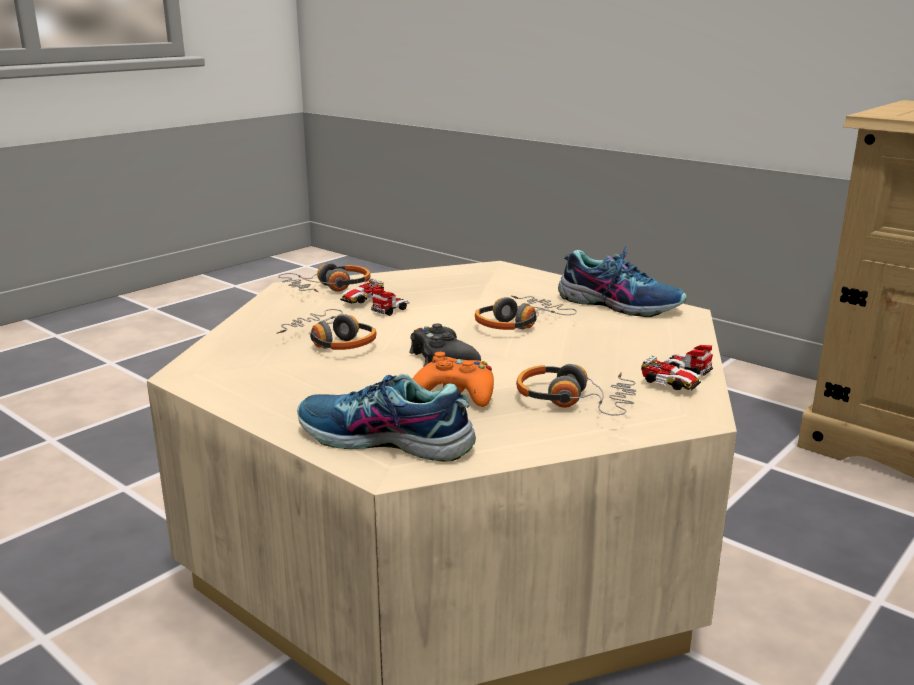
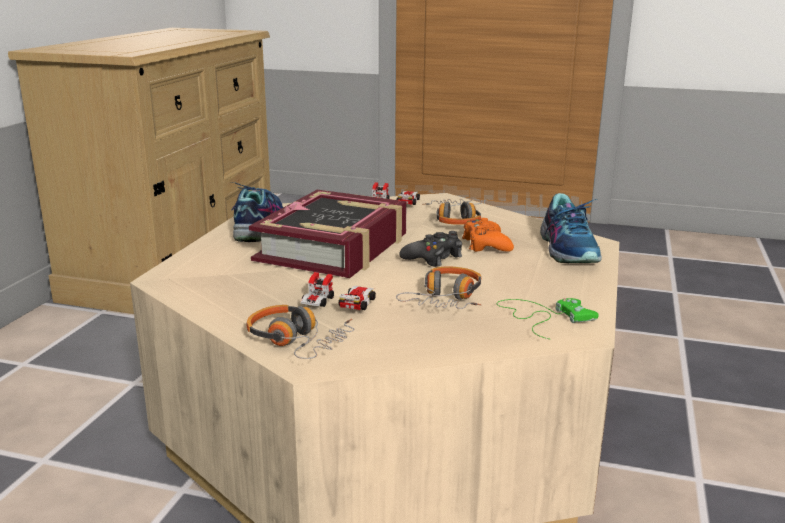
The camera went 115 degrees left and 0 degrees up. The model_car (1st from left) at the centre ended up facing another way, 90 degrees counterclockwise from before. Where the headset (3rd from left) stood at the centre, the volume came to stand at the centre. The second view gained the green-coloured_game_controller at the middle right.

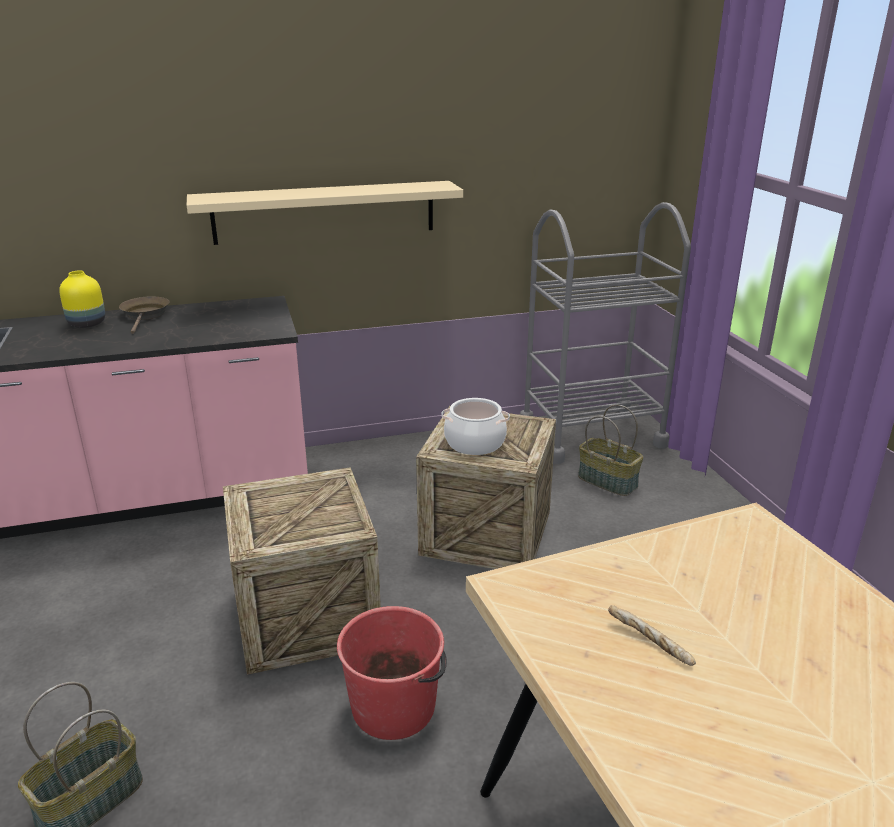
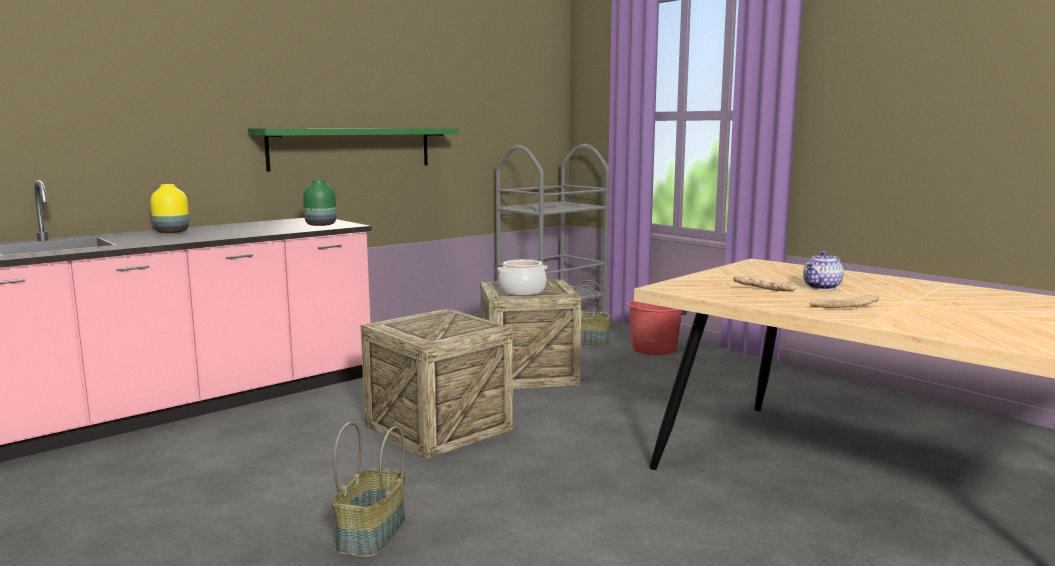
The camera went 25 degrees left and 15 degrees down. The second view lost the brownish_skillet at the middle left. What was the beige-coloured_wall_shelf at the top centre turned into the green-coloured_wall_shelf at the top centre. The reddish_pail ended up elsewhere, having gone from the bottom centre to the centre. The second view gained the green-coloured_vase at the middle left. The second view gained the teapot at the middle right. The second view gained the bread (2nd from left) at the middle right.

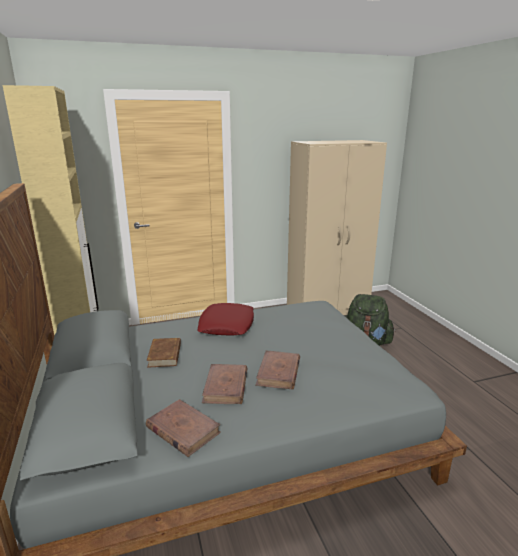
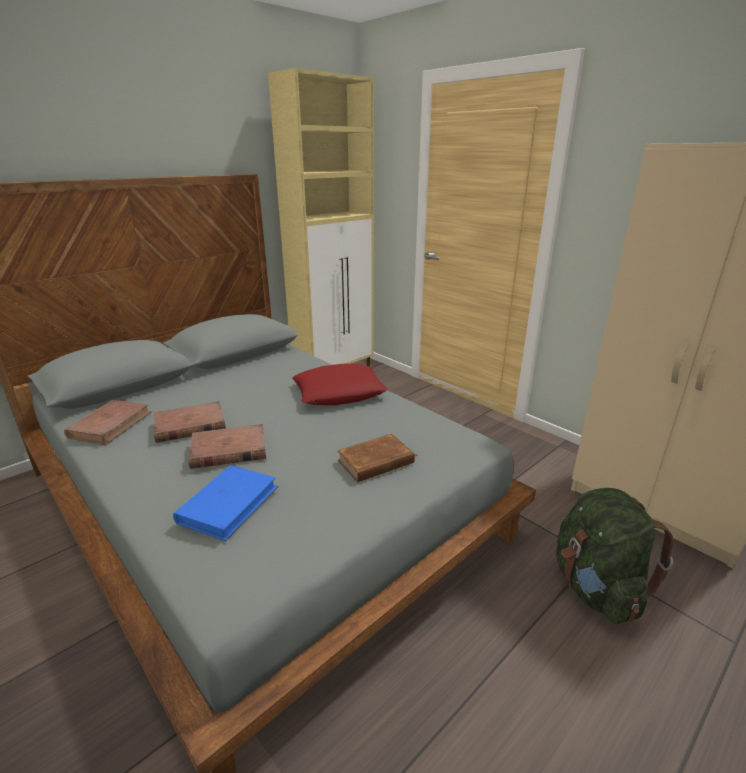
The camera went 65 degrees right and 5 degrees up. The brownish_volume (1st from left in the first image) ended up elsewhere, having gone from the middle left to the centre. The second view gained the blue-coloured_volume at the middle left.

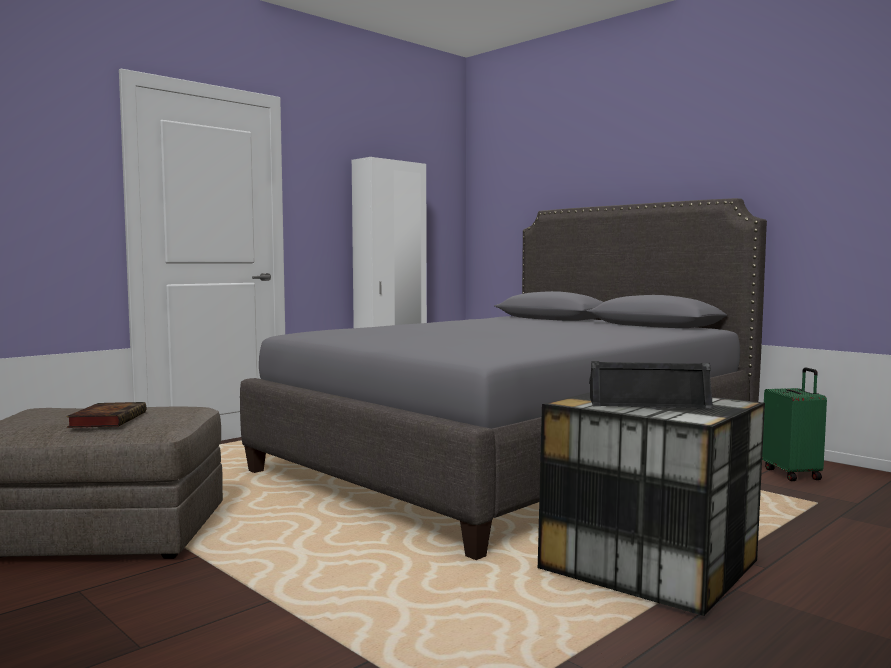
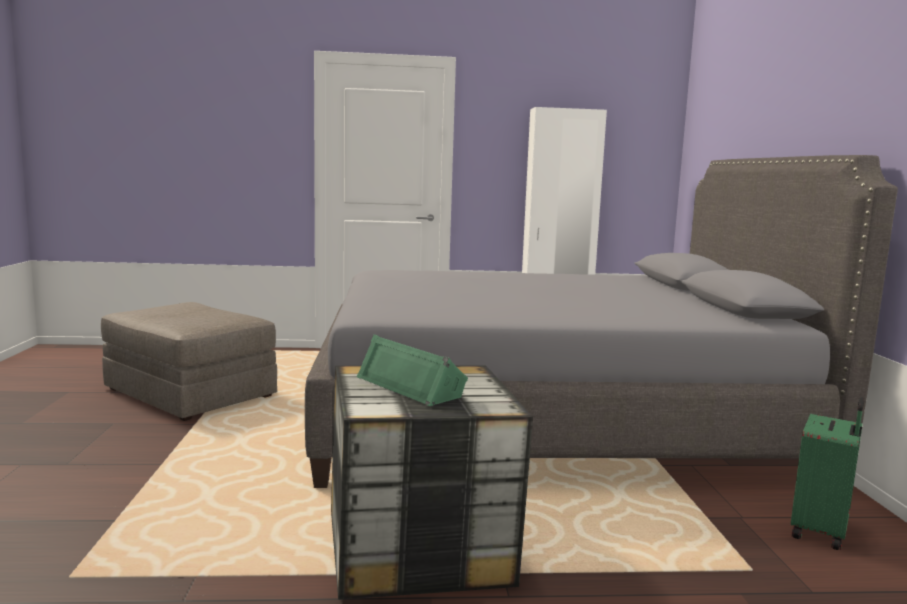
The camera went 40 degrees right and 5 degrees up. The second view lost the volume at the middle left. What was the black-coloured_speaker at the middle right turned into the green-coloured_speaker at the centre.

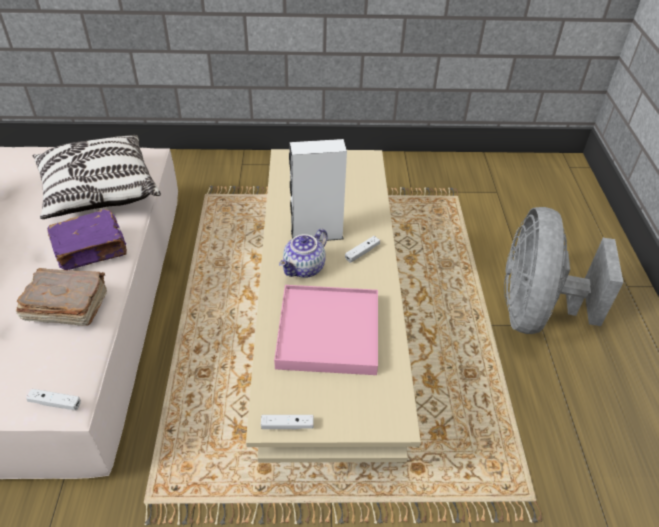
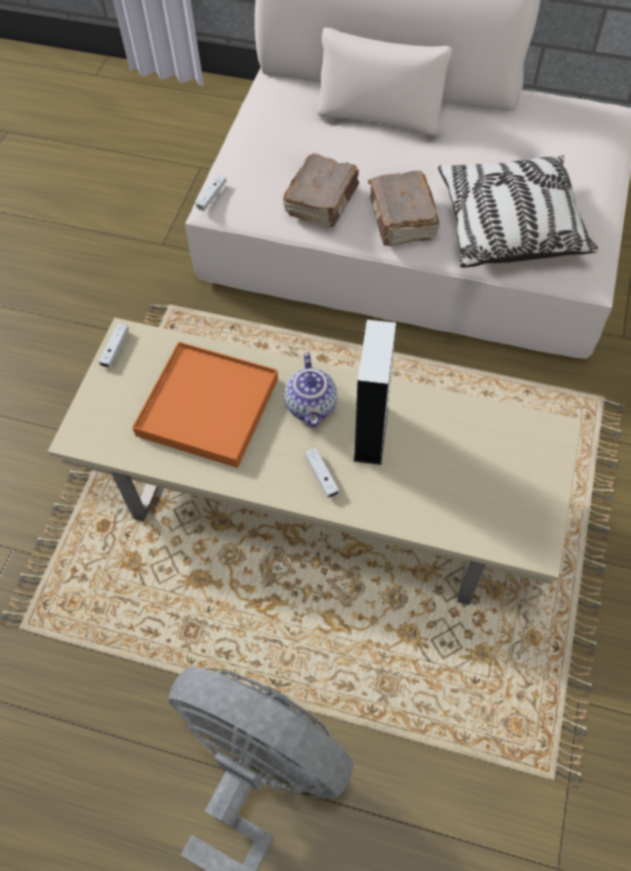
The camera went 110 degrees right and 15 degrees up. What was the purplish_volume at the middle left turned into the brownish_volume (2nd from left) at the top centre. What was the pinkish_tray at the centre turned into the orange_tray at the middle left. The teapot at the centre ended up facing another way, 150 degrees counterclockwise from before.

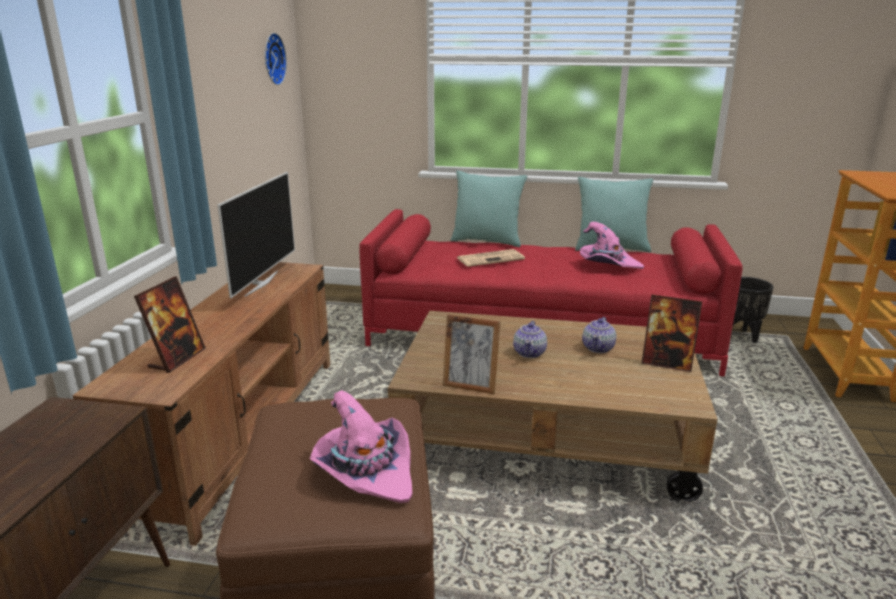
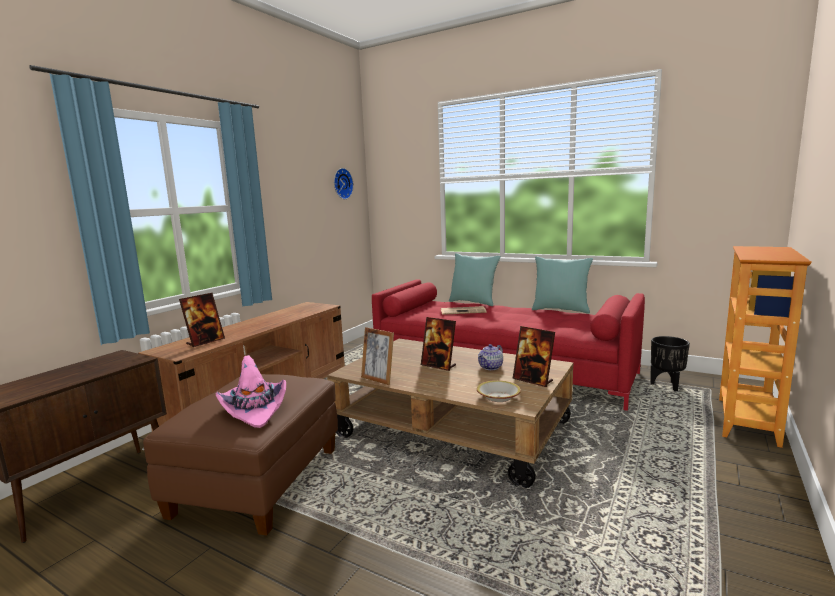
The camera went 20 degrees right and 10 degrees down. The second view lost the television at the middle left. Where the teapot (1st from left) stood at the centre, the standing_frame (3rd from left) came to stand at the centre. The second view lost the pinkish_clothing_hat (2nd from left) at the middle right. The second view gained the serving_bowl at the centre.

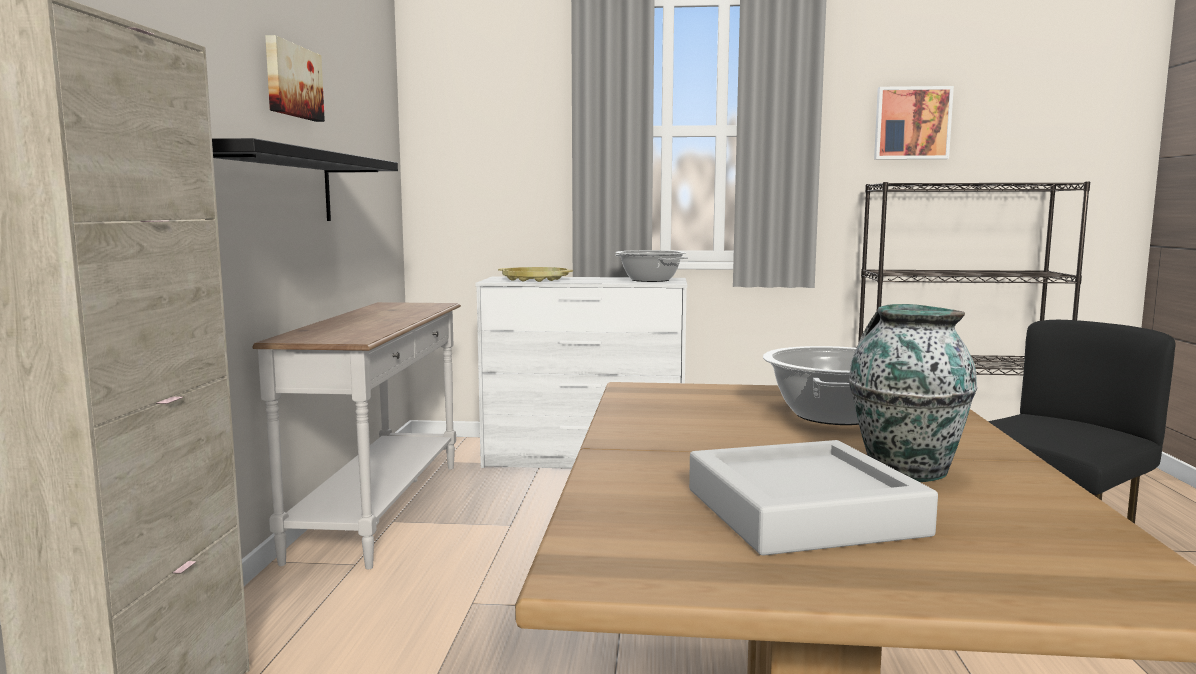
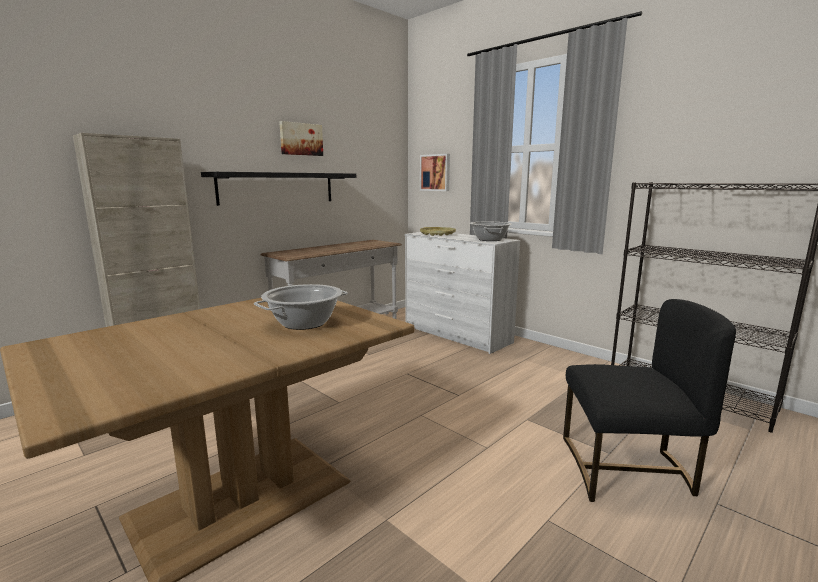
The camera went 40 degrees right and 5 degrees up. The second view lost the gray_tray at the bottom right. The second view lost the vase at the middle right. The wall_art (2nd from left) ended up elsewhere, having gone from the top right to the top centre.

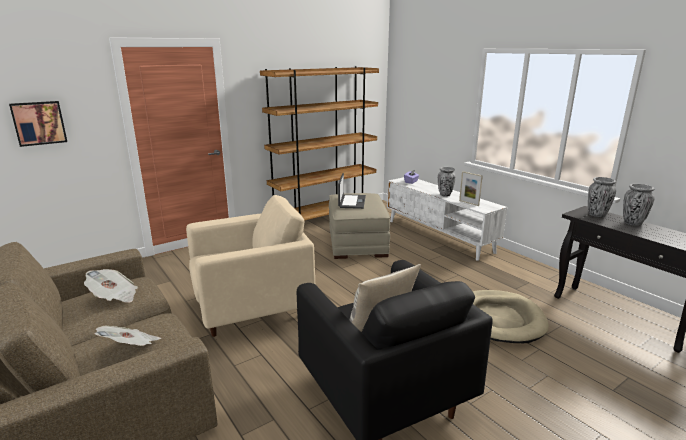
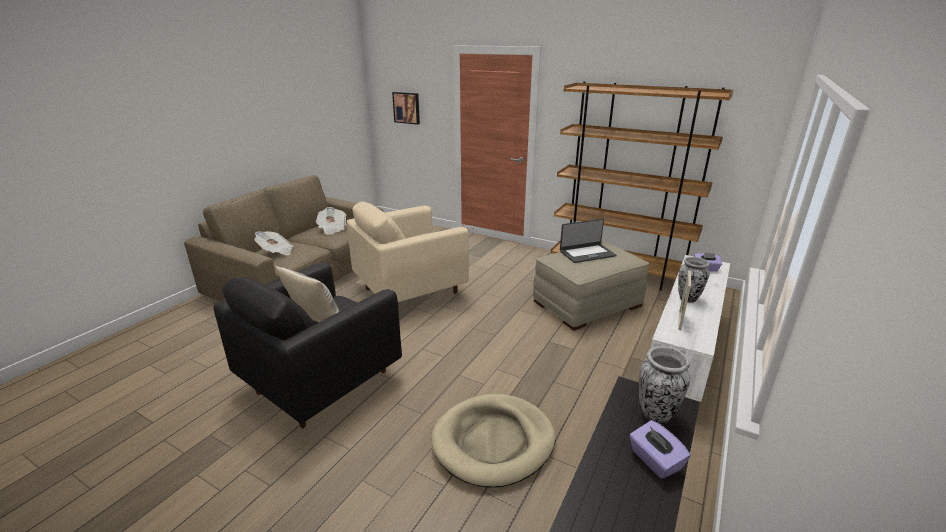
The camera went 65 degrees right and 5 degrees up. The beige-coloured_lounge_chair at the centre ended up facing another way, 105 degrees clockwise from before. Where the vase (3rd from left) stood at the middle right, the purplish_tissue_holder (1st from left) came to stand at the bottom right.

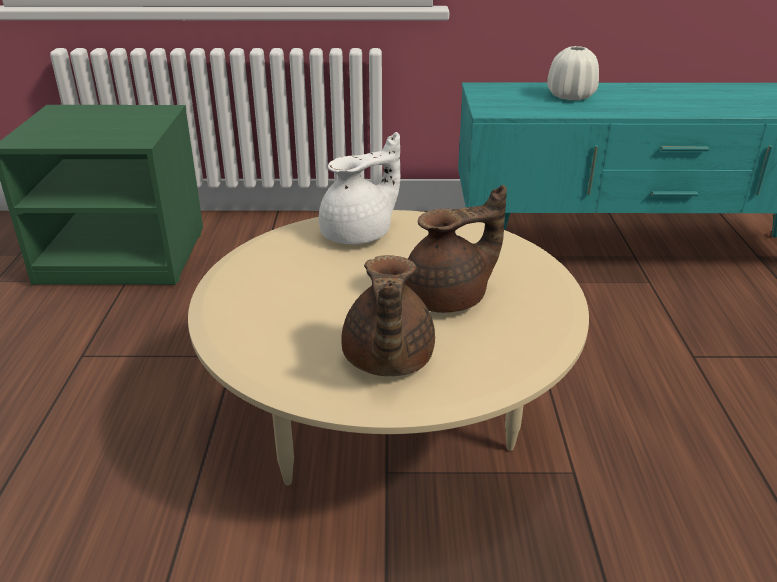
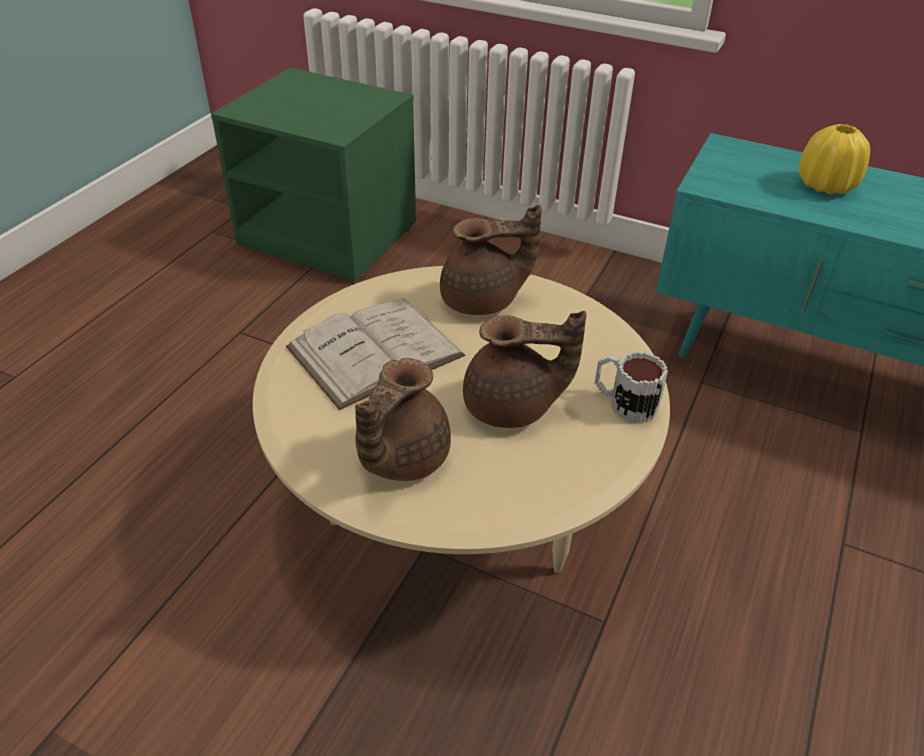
The camera went 25 degrees right and 10 degrees up. What was the whitish_teapot at the top centre turned into the brownish_teapot (2nd from left) at the centre. What was the whitish_vase at the top right turned into the yellowish_vase at the top right. The second view gained the whitish_volume at the centre. The second view gained the tea_mug at the middle right.

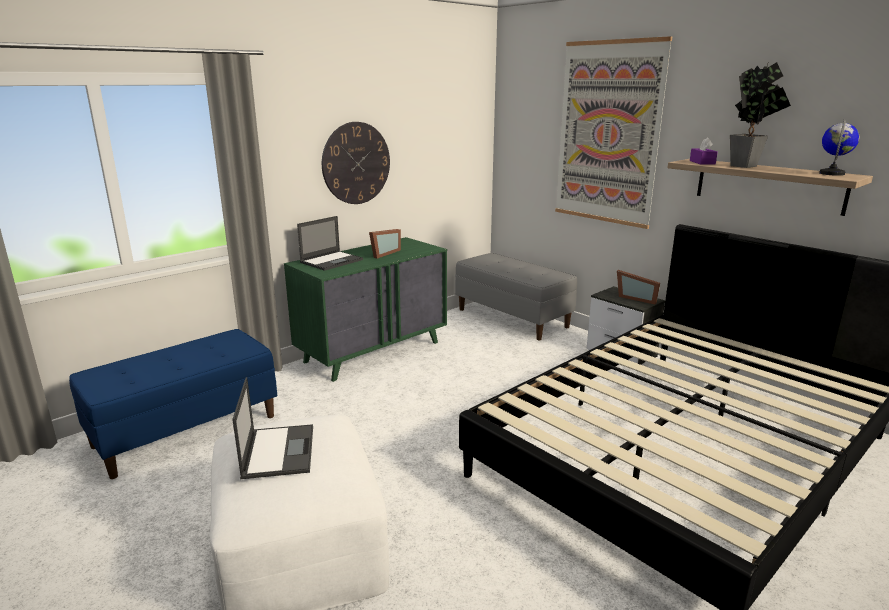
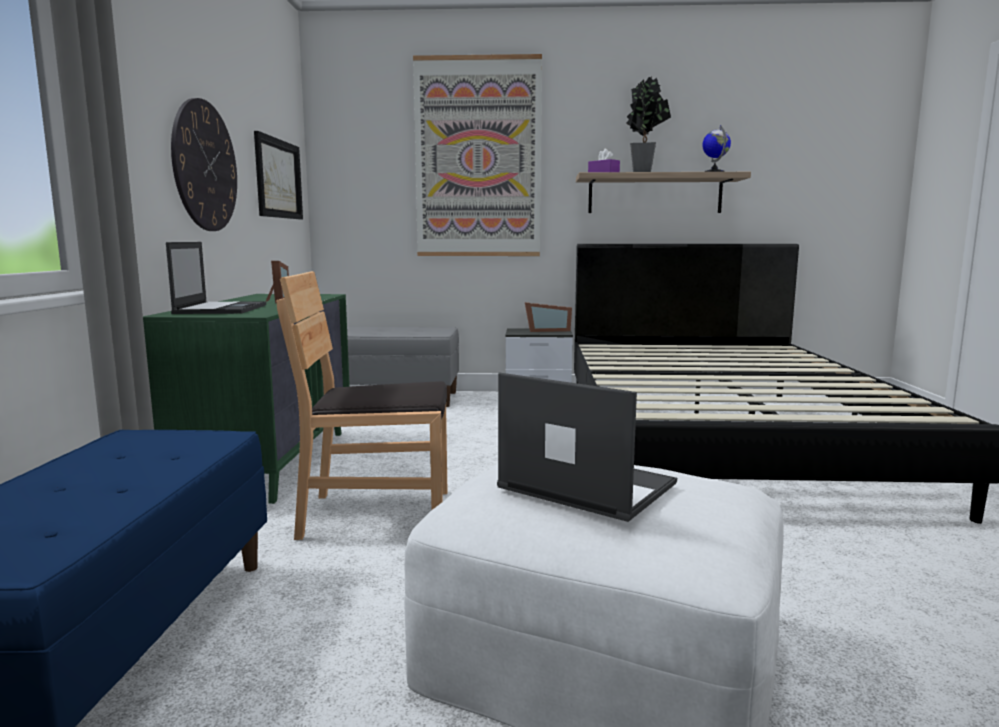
The camera went 45 degrees left and 10 degrees down. The second view gained the wall_art (1st from left) at the top left. The second view gained the brownish_upright_chair at the centre.

